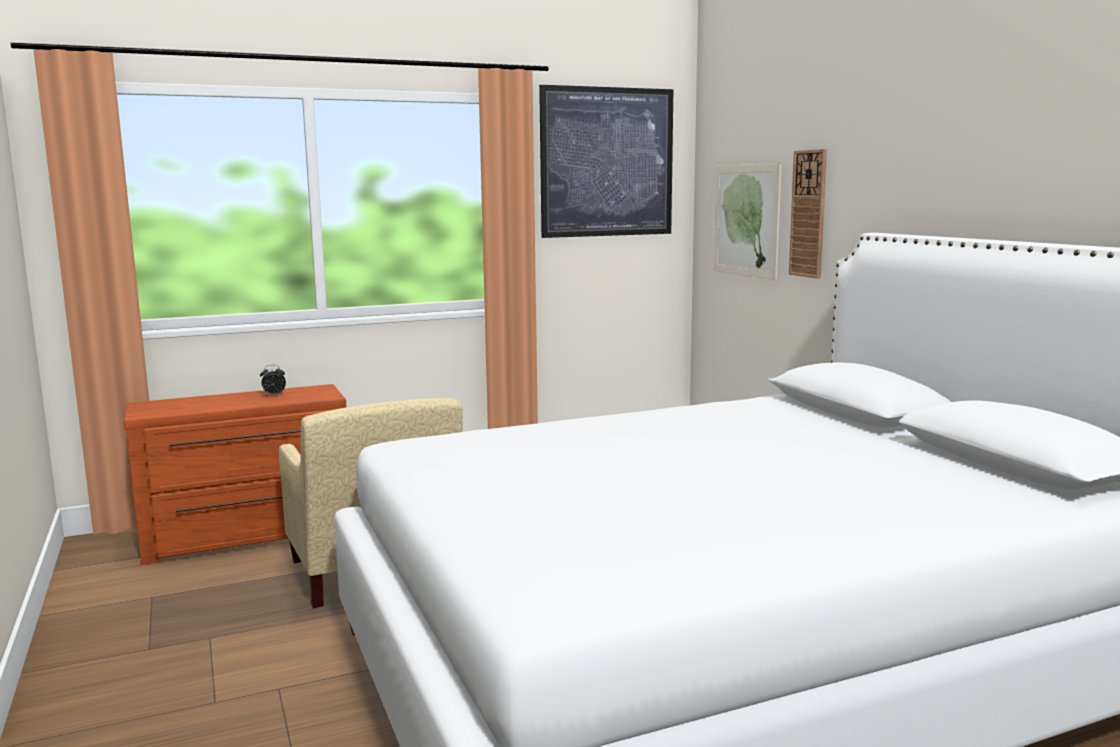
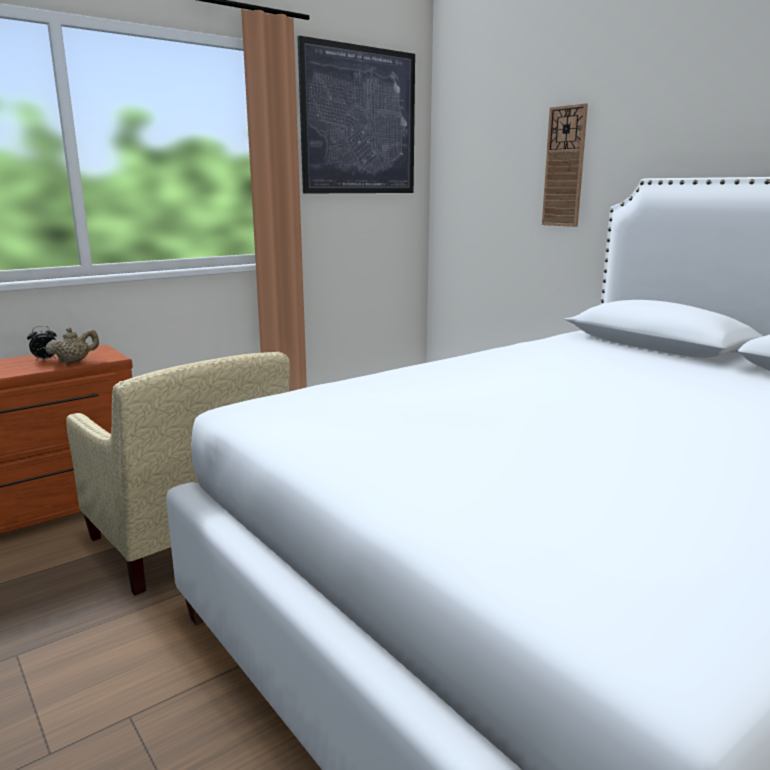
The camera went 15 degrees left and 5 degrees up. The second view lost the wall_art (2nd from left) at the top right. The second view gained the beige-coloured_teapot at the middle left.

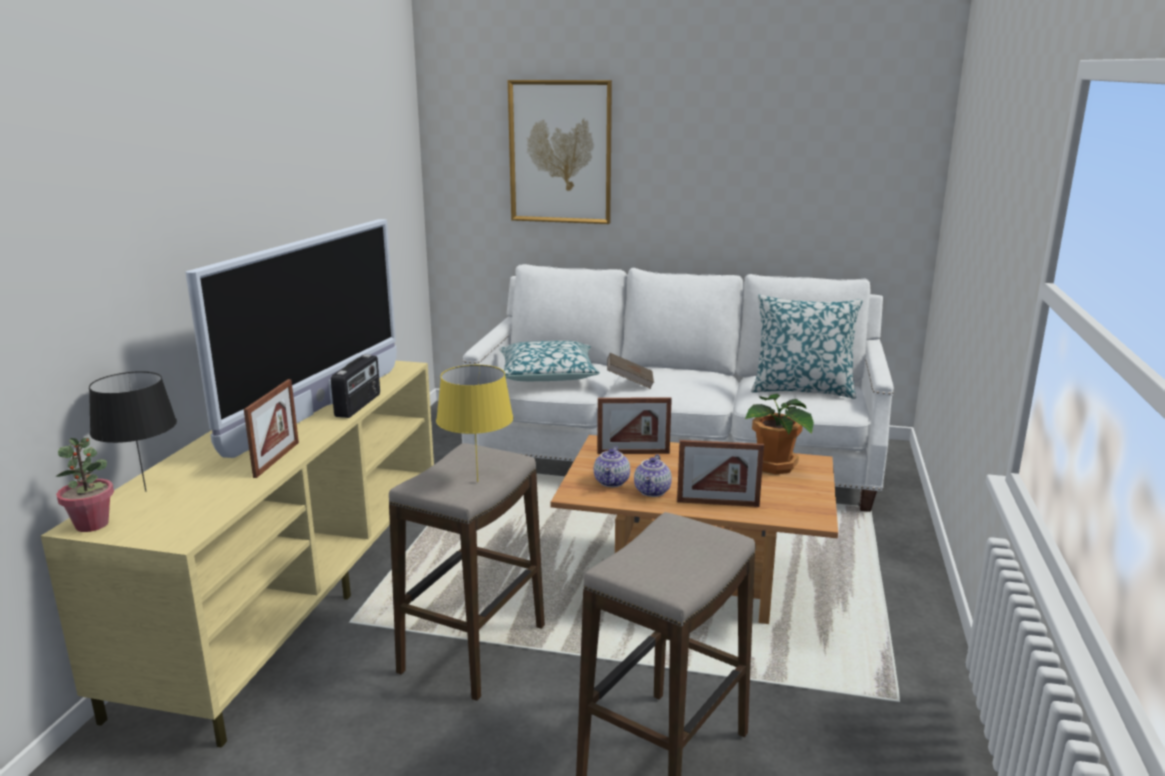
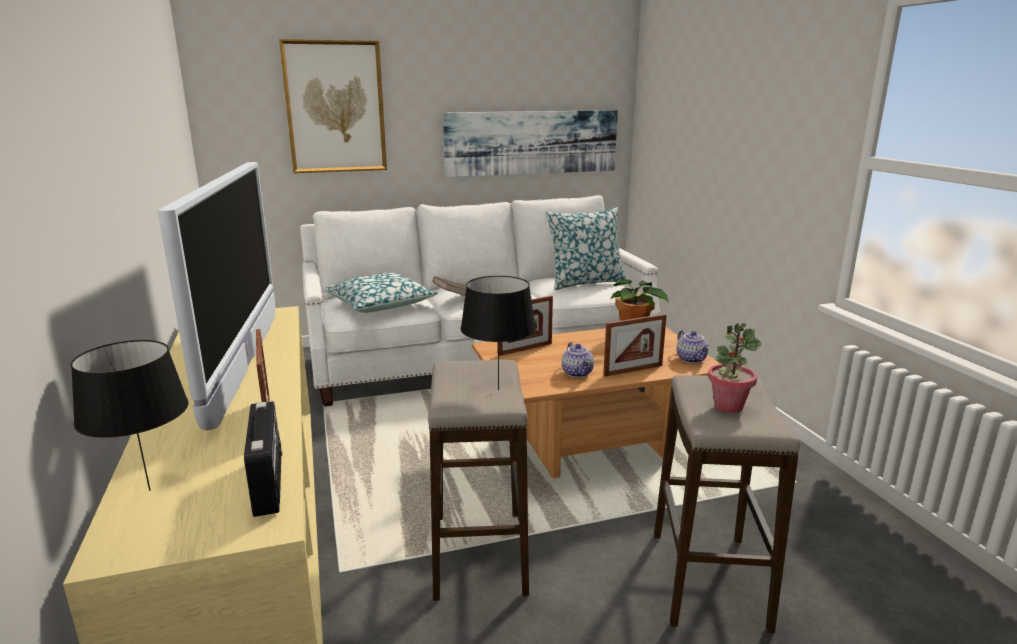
The camera went 30 degrees left and 0 degrees up. The potted_plant (1st from left in the first image) ended up elsewhere, having gone from the middle left to the middle right. The radio_set ended up elsewhere, having gone from the middle left to the bottom left. What was the yellowish_table_lamp at the centre turned into the black-coloured_table_lamp (2nd from left) at the centre. The teapot (1st from left in the first image) ended up elsewhere, having gone from the centre to the middle right. The second view gained the wall_art (2nd from left) at the top centre.

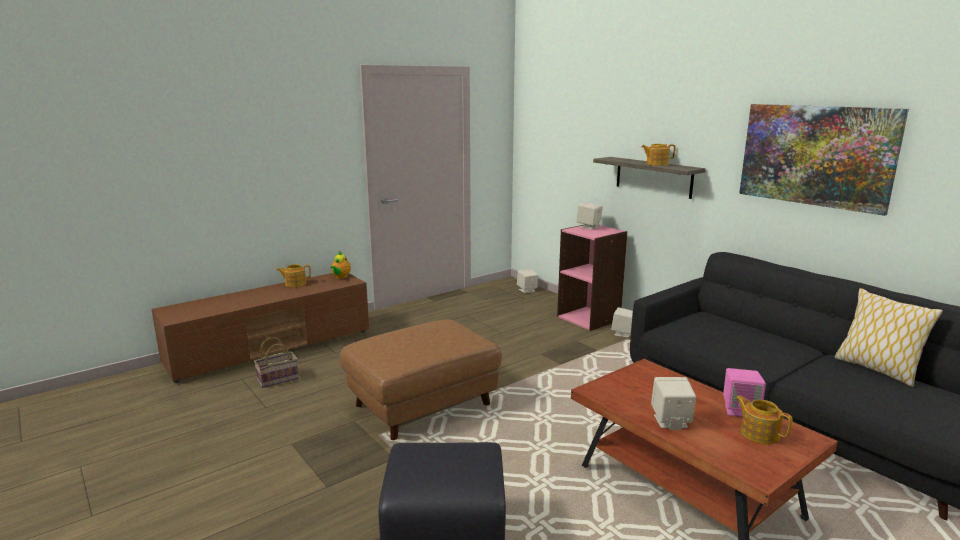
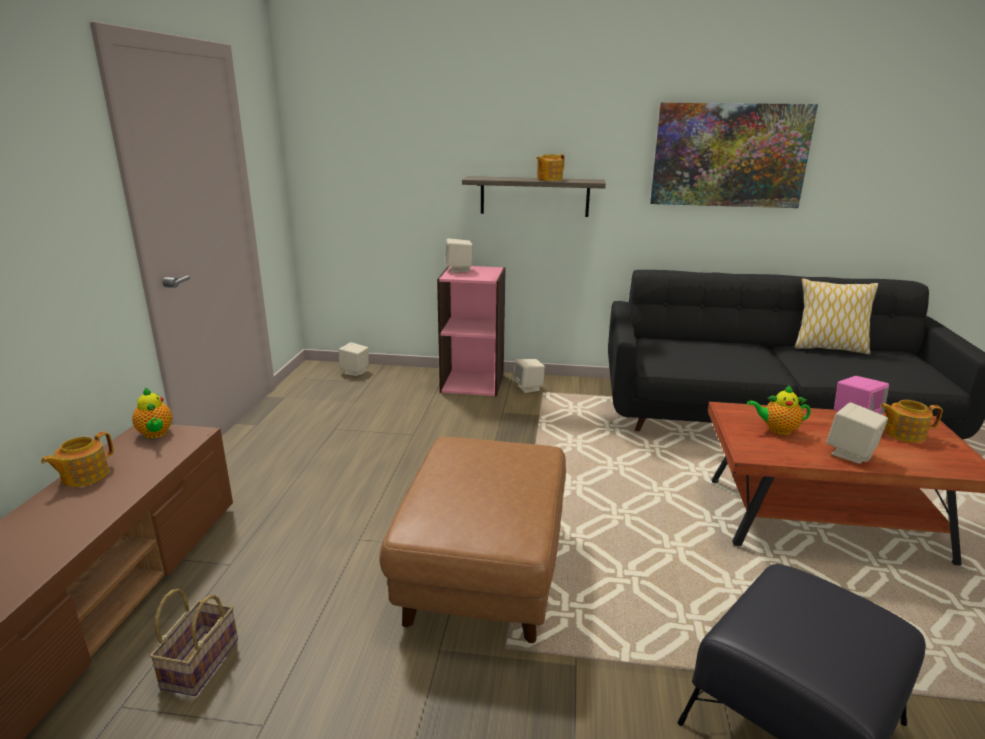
The camera went 45 degrees left and 5 degrees up. The second view gained the teapot (4th from left) at the middle right.

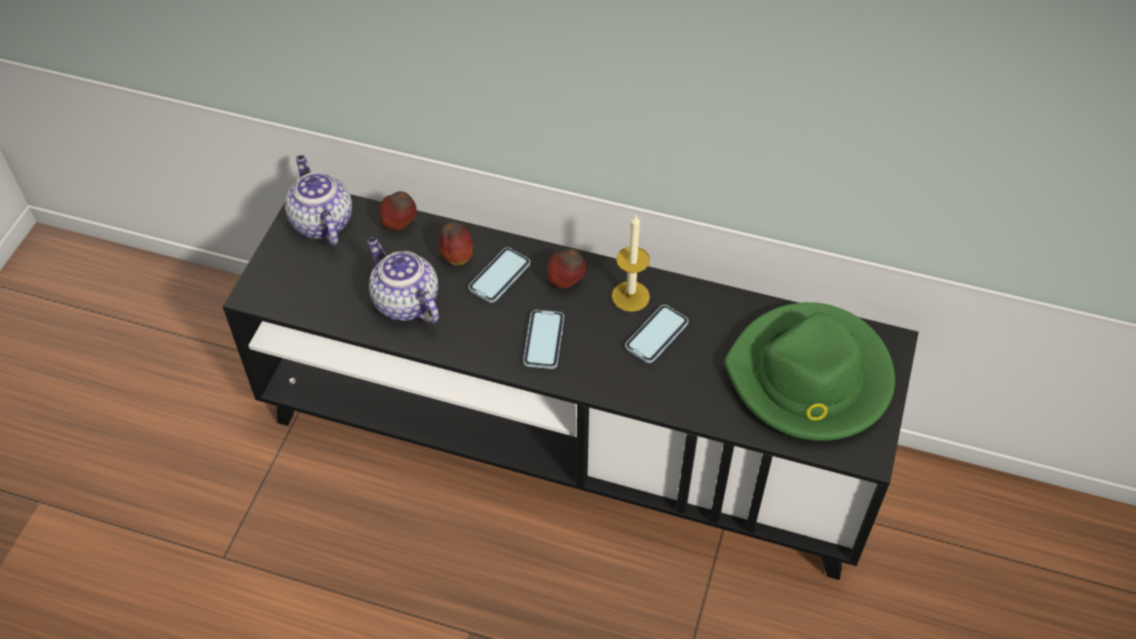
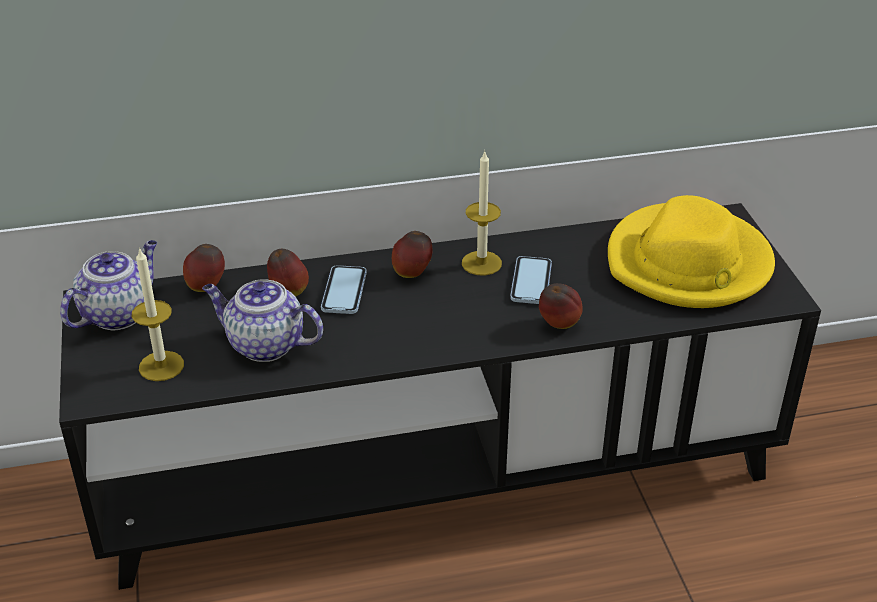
The camera went 30 degrees left and 15 degrees down. The teapot (1st from left) at the top left ended up facing another way, 90 degrees clockwise from before. The second view lost the handset (2nd from left) at the centre. What was the green-coloured_clothing_hat at the middle right turned into the yellowish_clothing_hat at the middle right. The second view gained the wax_light (1st from left) at the middle left. The second view gained the apple_fruit (4th from left) at the centre.

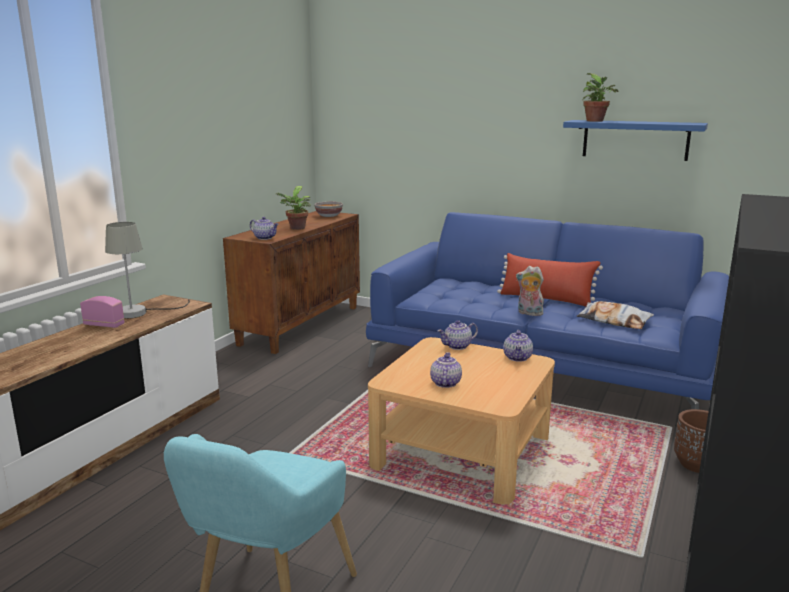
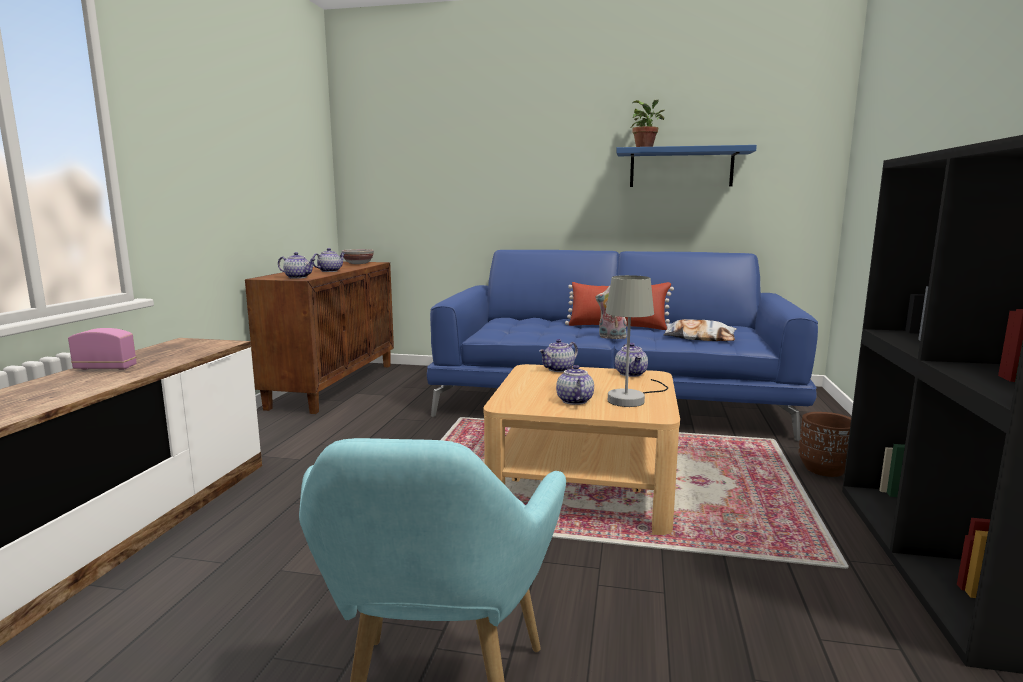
The camera went 15 degrees left and 5 degrees down. The gray_table_lamp ended up elsewhere, having gone from the middle left to the centre. Where the potted_plant (1st from left) stood at the centre, the teapot (2nd from left) came to stand at the middle left.

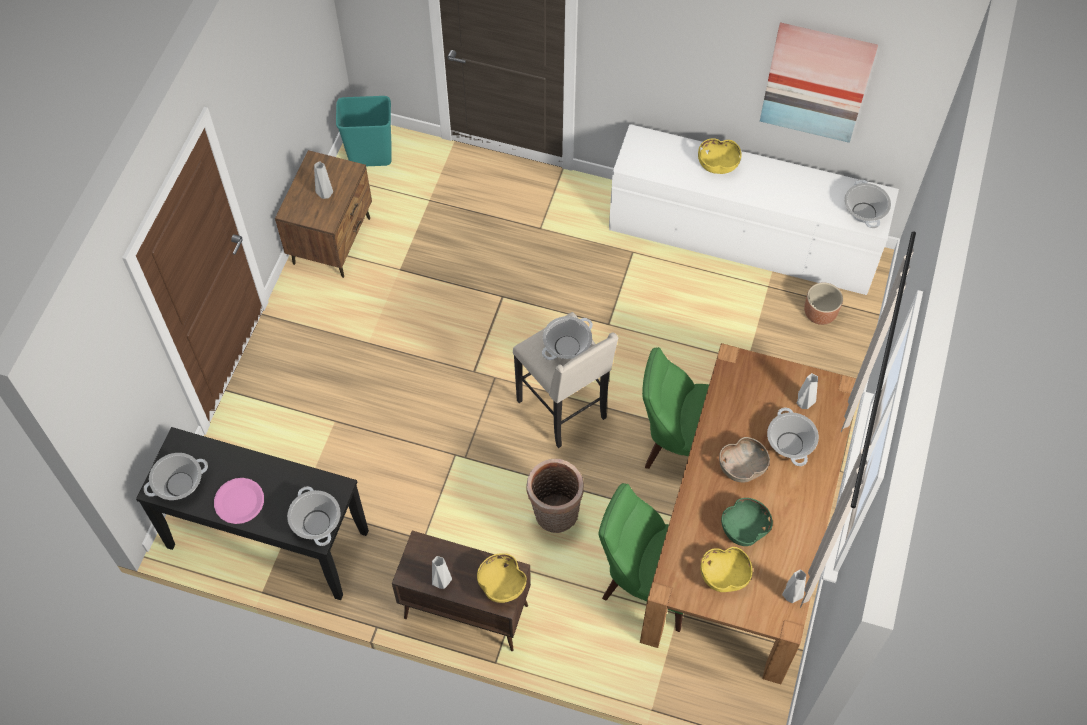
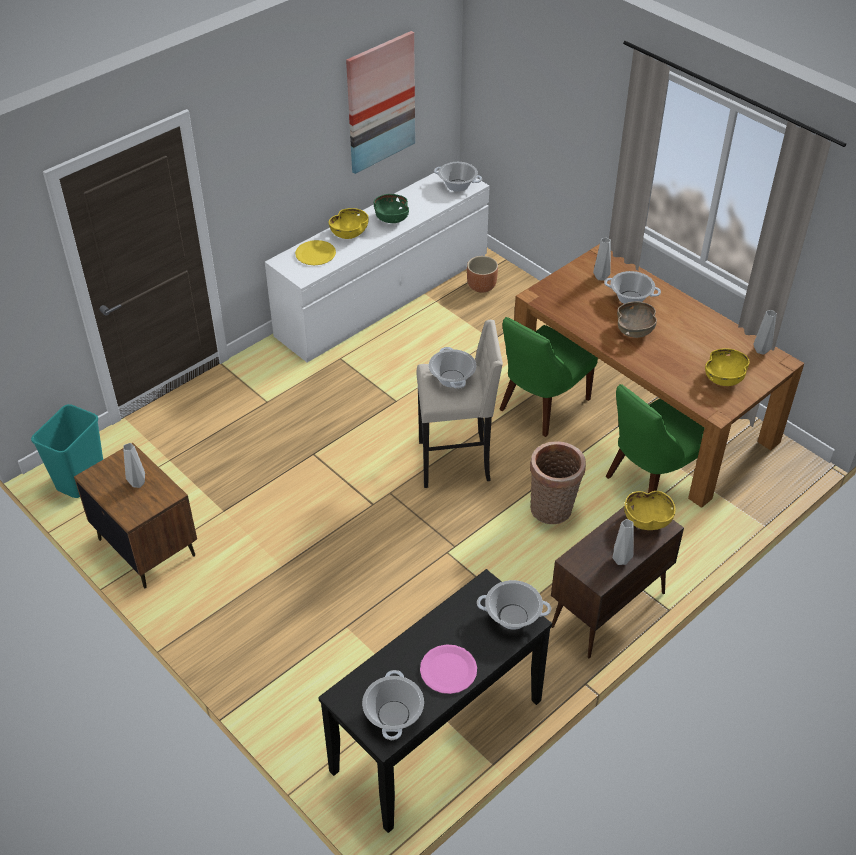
The camera went 60 degrees left and 15 degrees down. The green-coloured_serving_bowl ended up elsewhere, having gone from the bottom right to the top centre. The second view gained the yellowish_plate at the top centre.

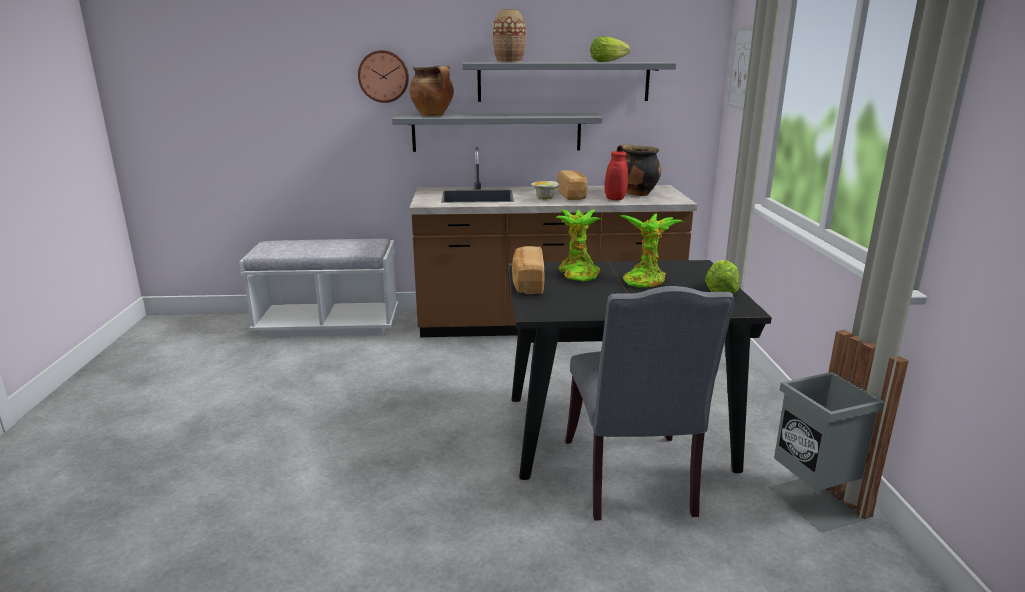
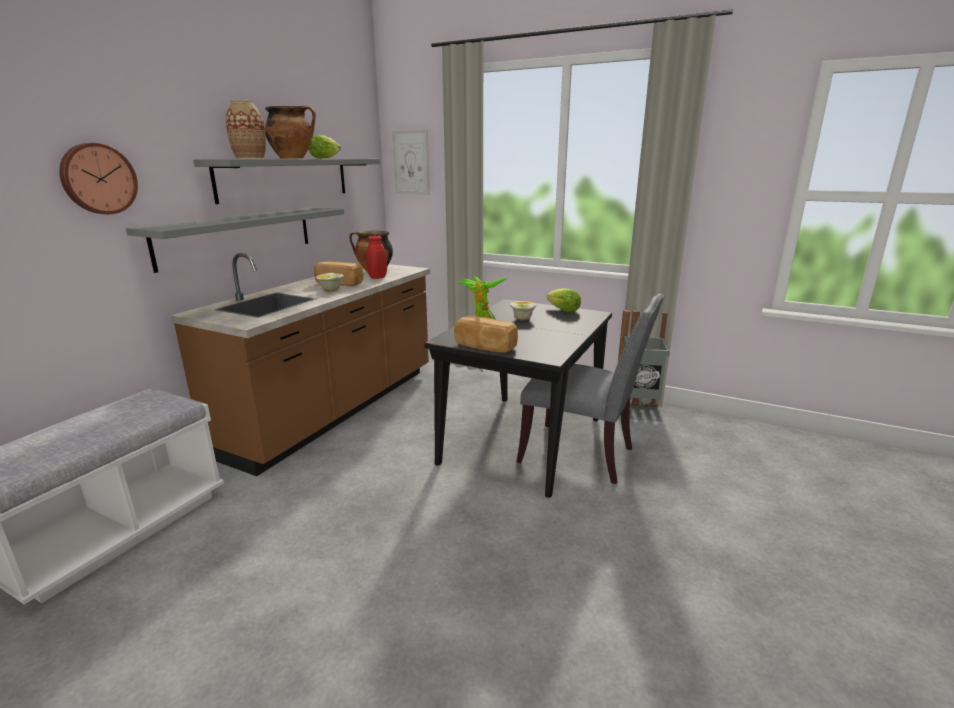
The camera went 60 degrees left and 0 degrees up. The cooking_pot (1st from left) ended up elsewhere, having gone from the top centre to the top left. Where the potted_plant (2nd from left) stood at the centre, the serving_bowl (2nd from left) came to stand at the centre.

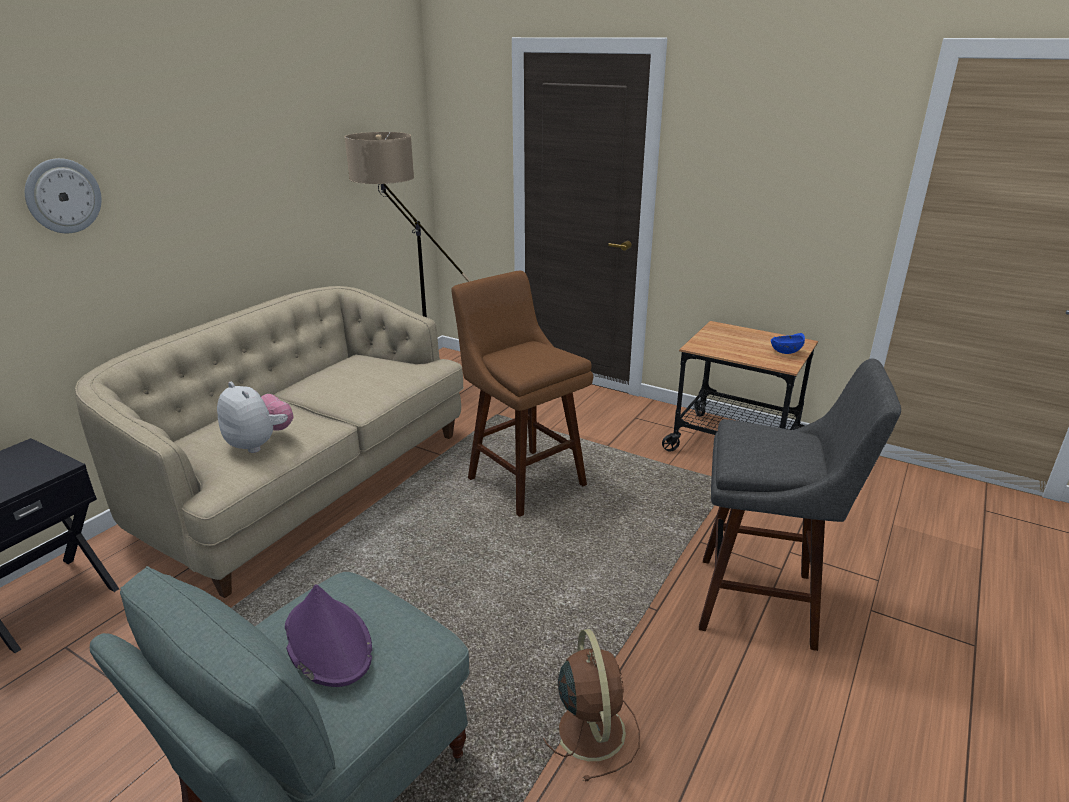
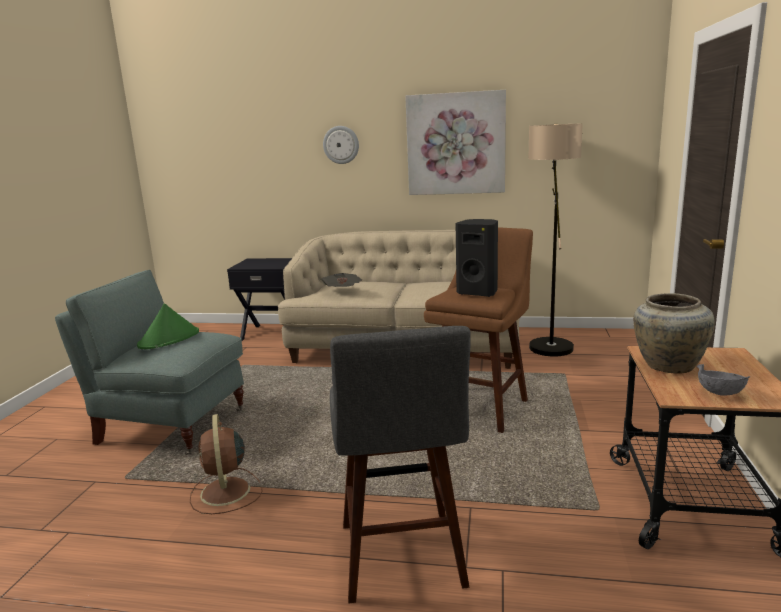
The camera went 70 degrees right and 10 degrees down. Where the cuddly_toy stood at the middle left, the daily_paper came to stand at the centre. What was the purplish_clothing_hat at the bottom left turned into the green-coloured_clothing_hat at the middle left. The brownish_electric_fan at the bottom centre ended up facing another way, 105 degrees clockwise from before. What was the blue-coloured_serving_bowl at the middle right turned into the gray_serving_bowl at the middle right. The second view gained the wall_art at the top centre. The second view gained the black-coloured_speaker at the centre. The second view gained the beige-coloured_vase at the middle right.

